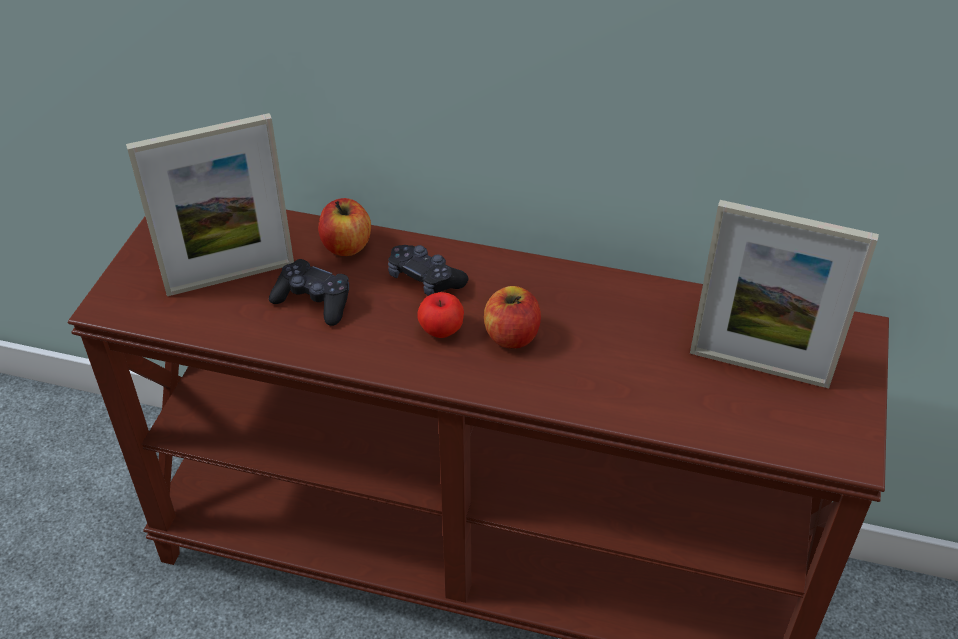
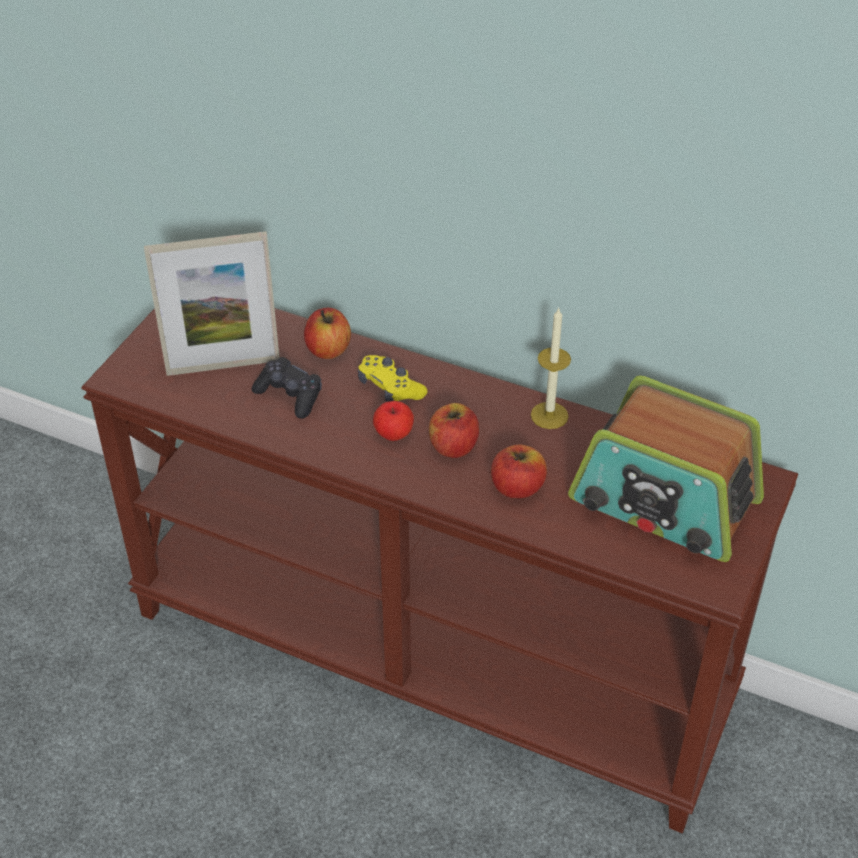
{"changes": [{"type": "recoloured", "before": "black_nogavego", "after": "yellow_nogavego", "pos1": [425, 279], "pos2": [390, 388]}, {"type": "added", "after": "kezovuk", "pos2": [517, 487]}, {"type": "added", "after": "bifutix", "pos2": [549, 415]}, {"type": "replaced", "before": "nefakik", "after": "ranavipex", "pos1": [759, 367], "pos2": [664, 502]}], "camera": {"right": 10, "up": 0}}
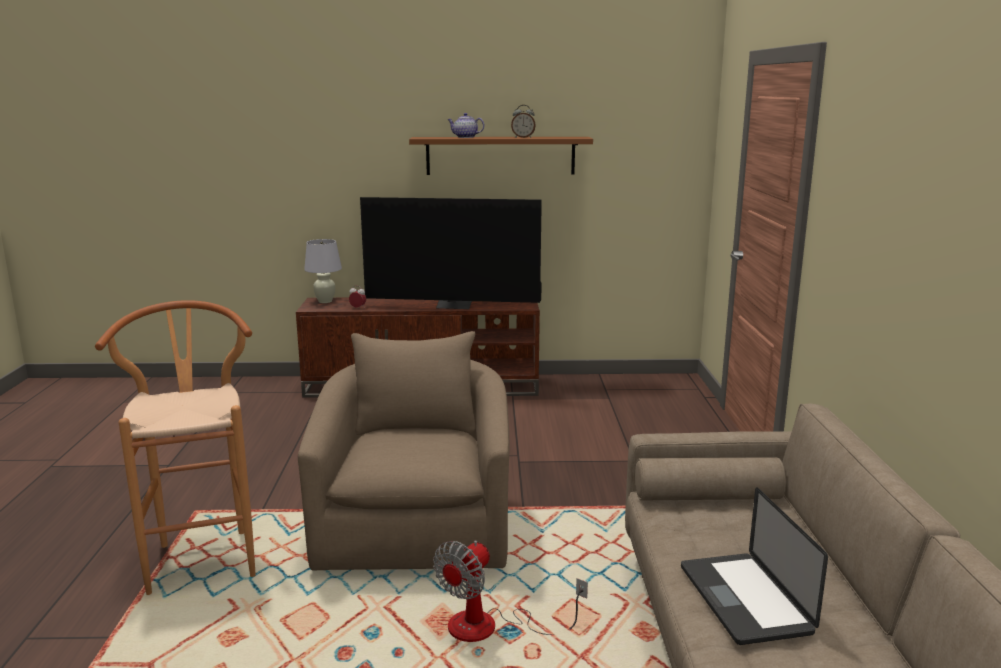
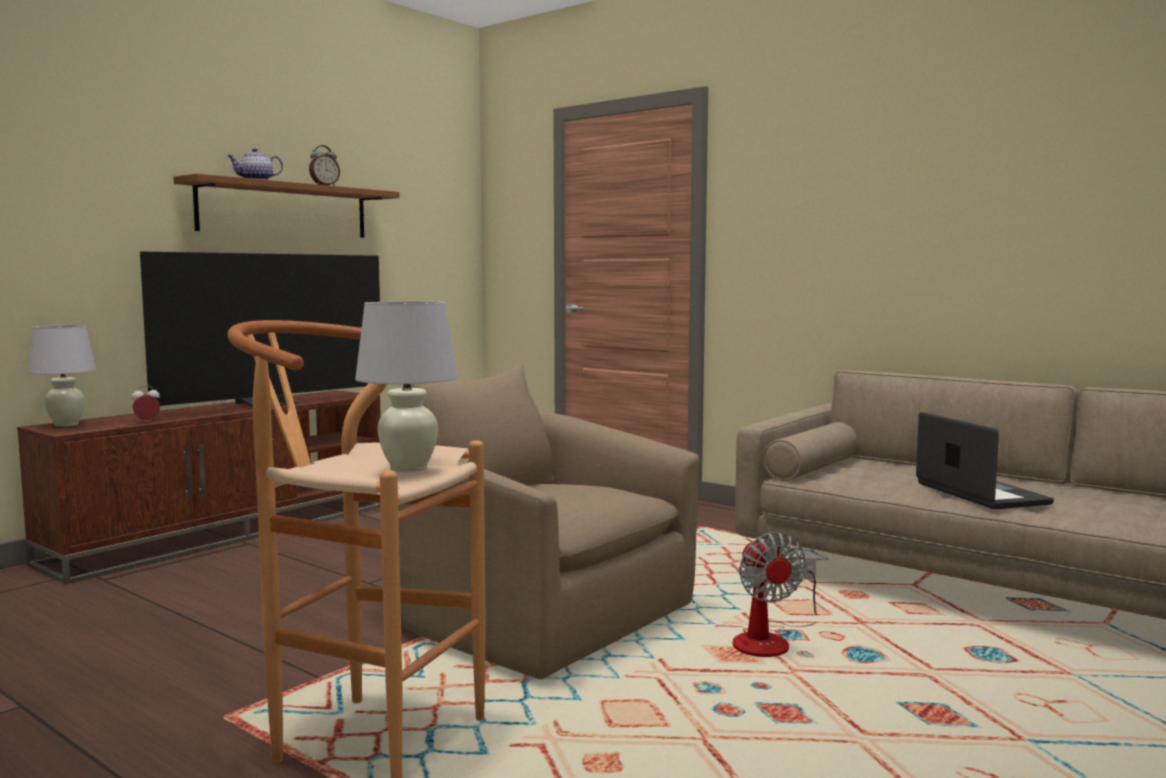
{"changes": [{"type": "added", "after": "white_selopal", "pos2": [409, 468]}, {"type": "turned", "before": "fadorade", "pos1": [744, 599], "pos2": [981, 494], "turn": -135}], "camera": {"right": -50, "up": -10}}
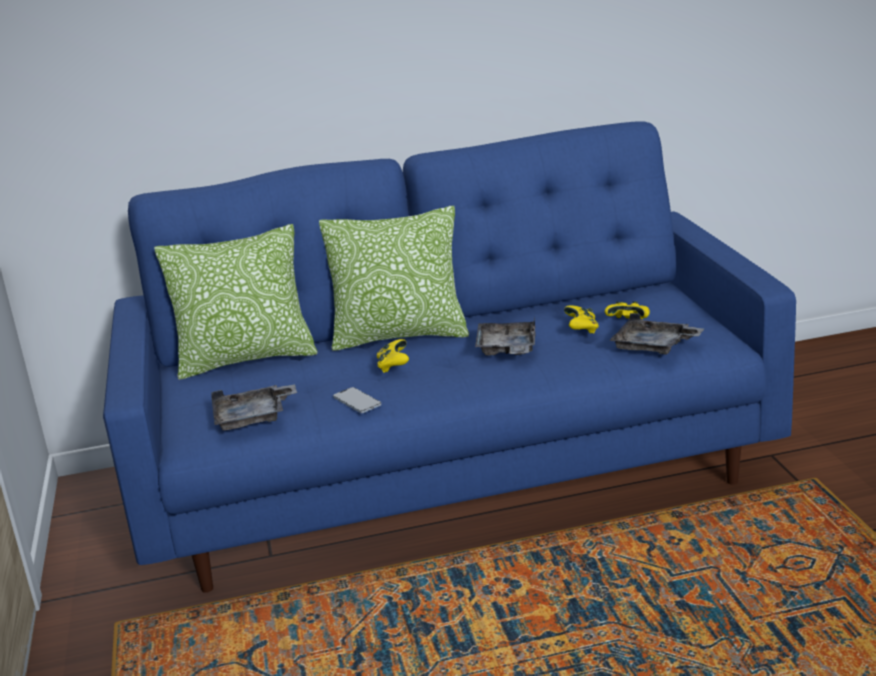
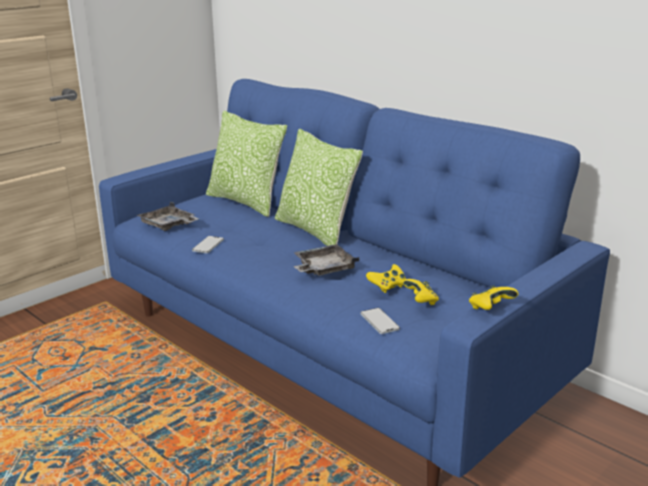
{"changes": [{"type": "replaced", "before": "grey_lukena", "after": "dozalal", "pos1": [653, 347], "pos2": [379, 322]}, {"type": "moved", "before": "yellow_nogavego", "pos1": [393, 366], "pos2": [490, 308]}], "camera": {"right": 55, "up": 0}}
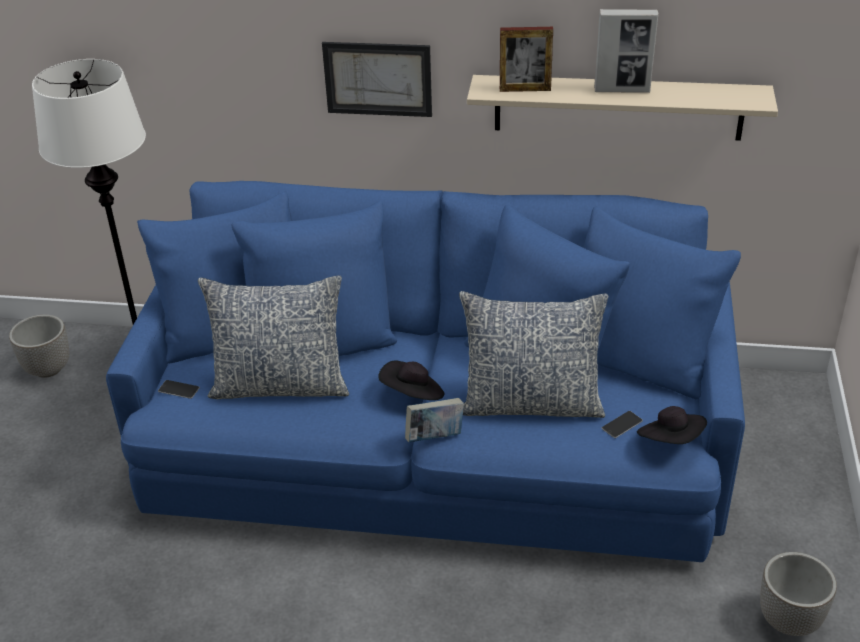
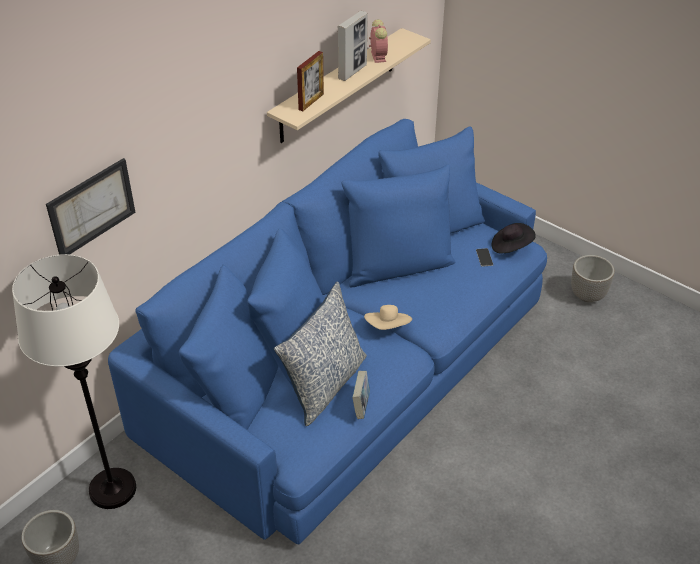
{"changes": [{"type": "moved", "before": "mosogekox", "pos1": [378, 79], "pos2": [91, 207]}, {"type": "moved", "before": "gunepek", "pos1": [435, 437], "pos2": [361, 405]}, {"type": "recoloured", "before": "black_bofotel", "after": "beige_bofotel", "pos1": [413, 395], "pos2": [388, 327]}, {"type": "added", "after": "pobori", "pos2": [377, 56]}, {"type": "removed", "before": "dozalal", "pos1": [178, 389]}, {"type": "removed", "before": "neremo", "pos1": [531, 403]}], "camera": {"right": -60, "up": 5}}
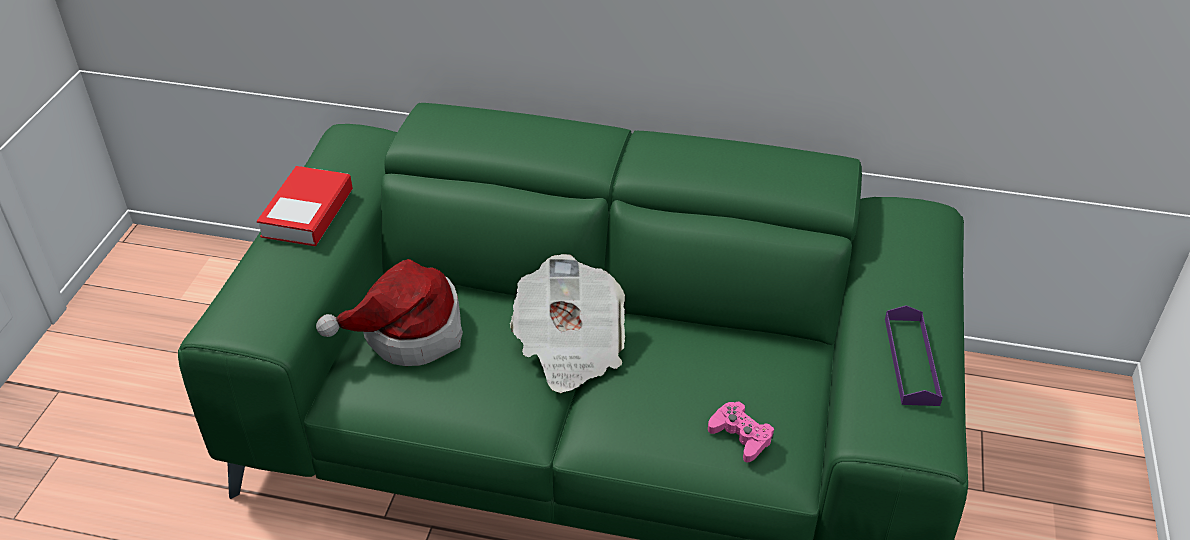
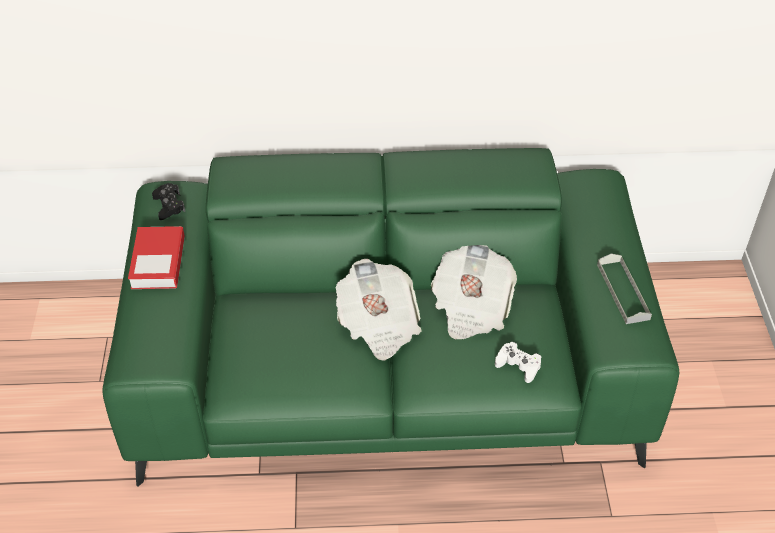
{"changes": [{"type": "added", "after": "black_nogavego", "pos2": [169, 205]}, {"type": "added", "after": "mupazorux", "pos2": [471, 307]}, {"type": "recoloured", "before": "pink_nogavego", "after": "white_nogavego", "pos1": [741, 436], "pos2": [518, 365]}, {"type": "recoloured", "before": "purple_lukena", "after": "grey_lukena", "pos1": [911, 361], "pos2": [623, 291]}, {"type": "removed", "before": "bofotel", "pos1": [407, 333]}], "camera": {"right": -15, "up": 5}}
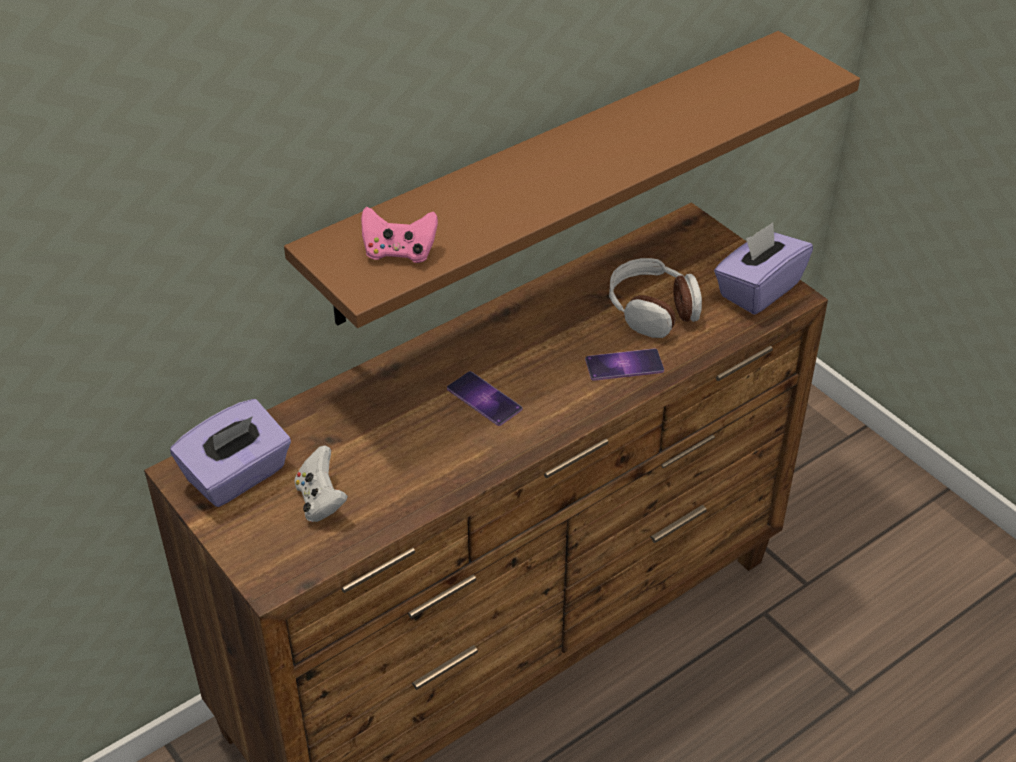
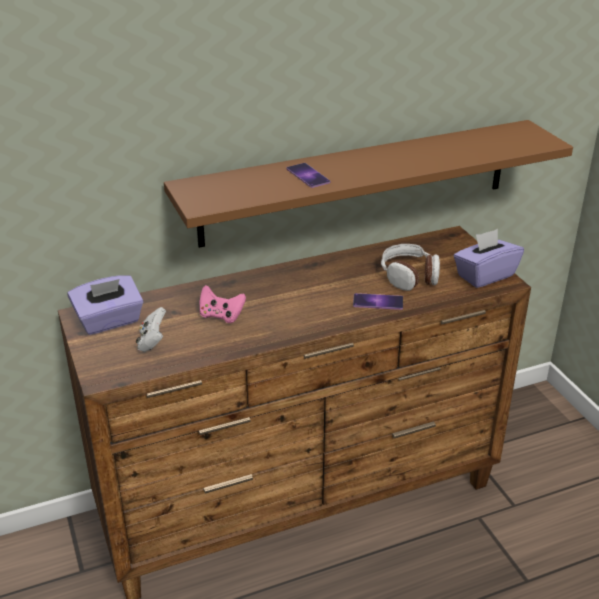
{"changes": [{"type": "moved", "before": "pink_nogavego", "pos1": [399, 252], "pos2": [221, 316]}, {"type": "moved", "before": "dozalal", "pos1": [484, 399], "pos2": [308, 175]}], "camera": {"right": 15, "up": -10}}
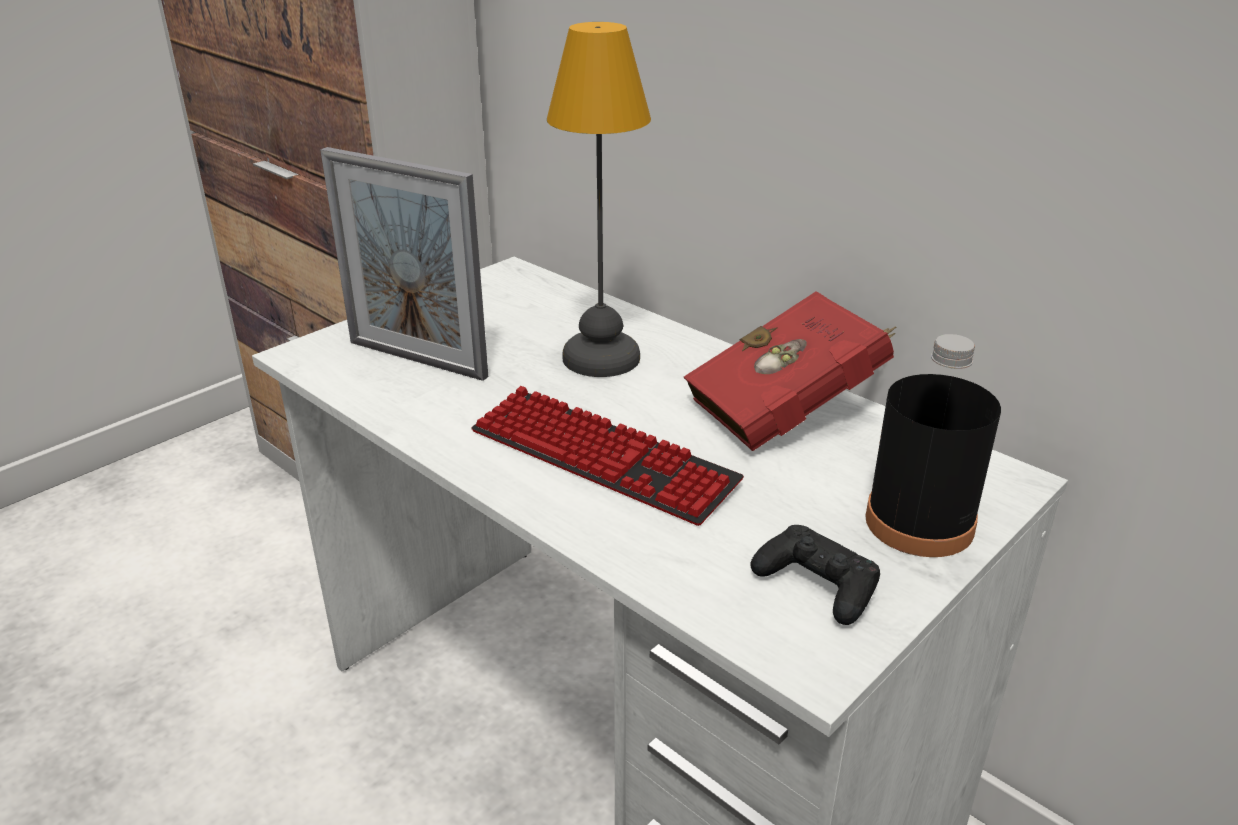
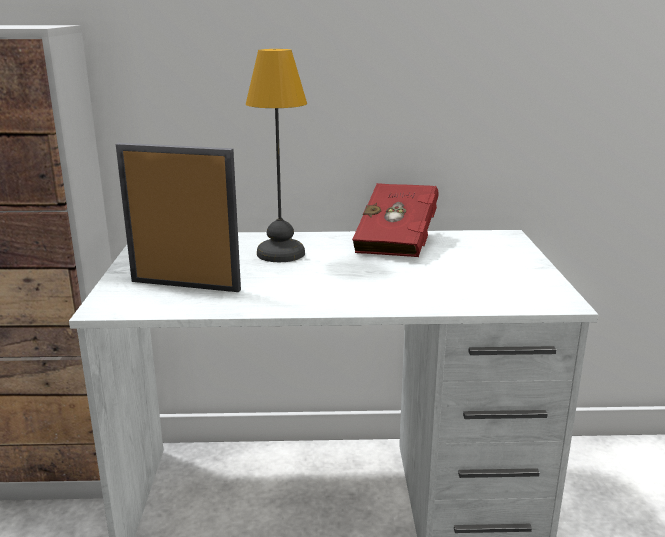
{"changes": [{"type": "turned", "before": "nefakik", "pos1": [417, 359], "pos2": [185, 285], "turn": -150}, {"type": "removed", "before": "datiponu", "pos1": [601, 458]}, {"type": "removed", "before": "black_nogavego", "pos1": [817, 584]}, {"type": "removed", "before": "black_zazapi", "pos1": [919, 523]}], "camera": {"right": -45, "up": -10}}
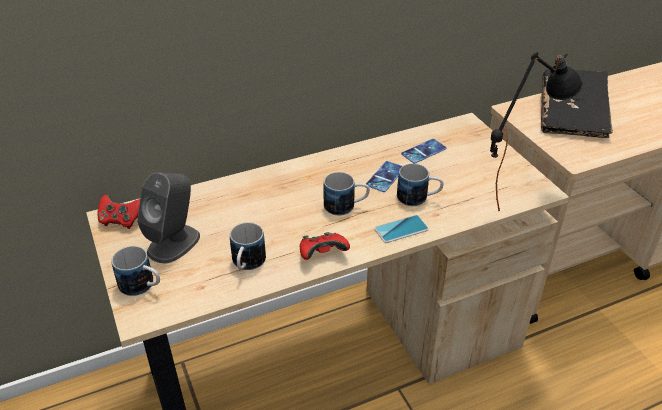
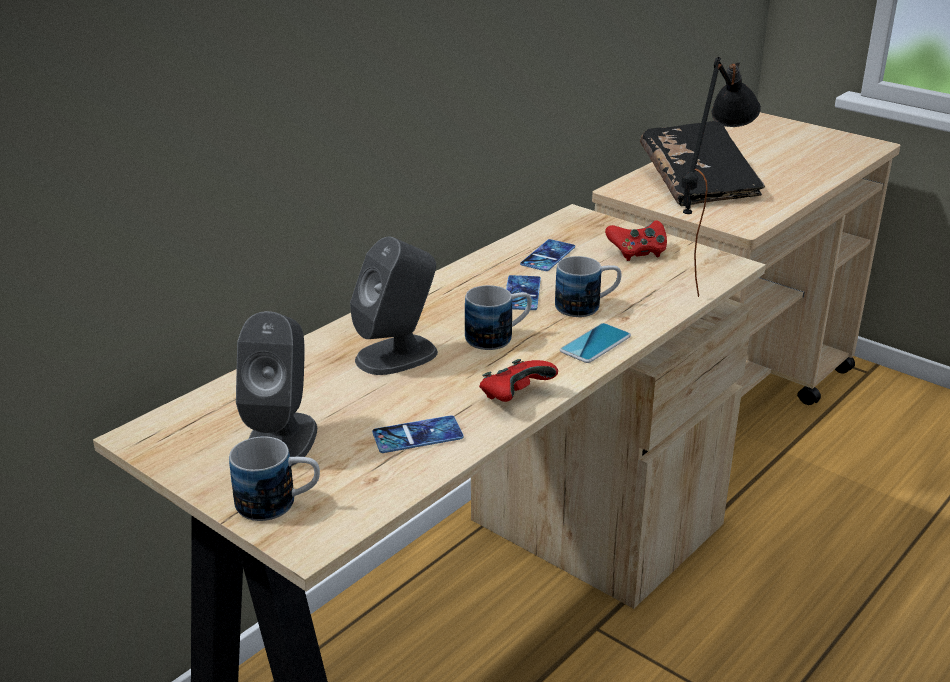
{"changes": [{"type": "added", "after": "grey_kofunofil", "pos2": [397, 355]}, {"type": "replaced", "before": "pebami", "after": "dozalal", "pos1": [247, 264], "pos2": [417, 435]}, {"type": "moved", "before": "red_nogavego", "pos1": [121, 220], "pos2": [637, 253]}], "camera": {"right": -25, "up": -10}}
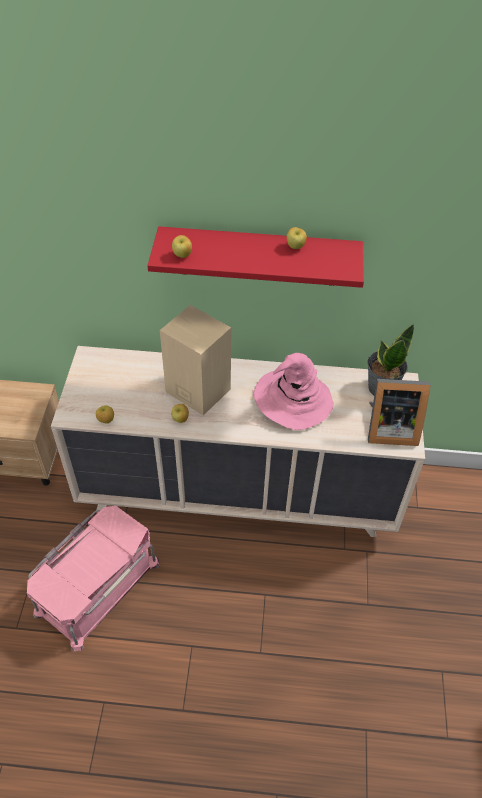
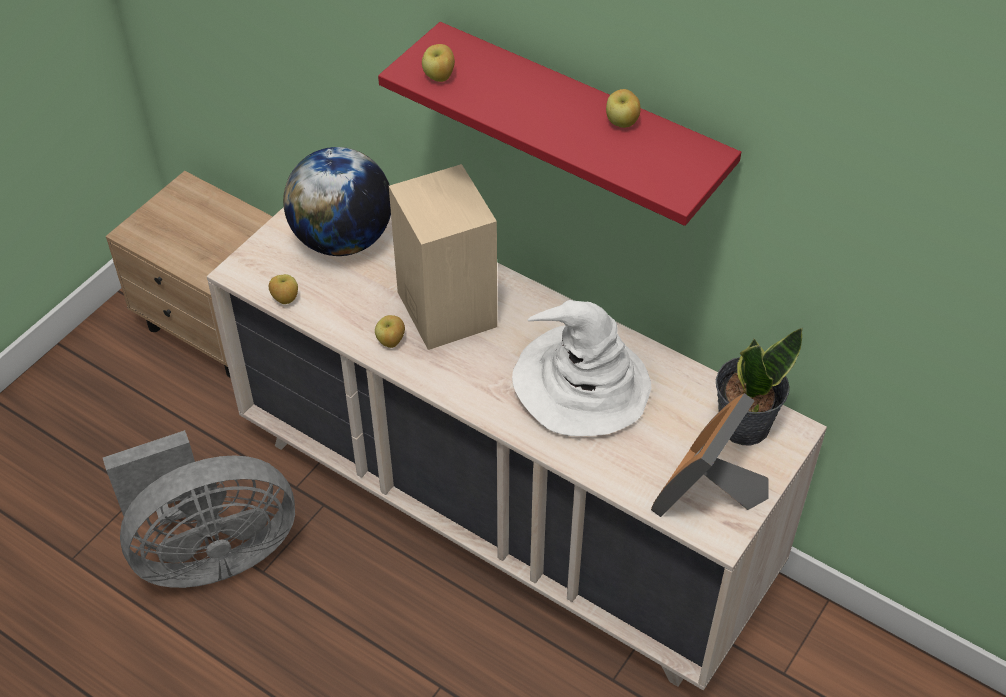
{"changes": [{"type": "replaced", "before": "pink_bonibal", "after": "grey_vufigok", "pos1": [97, 585], "pos2": [210, 553]}, {"type": "added", "after": "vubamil", "pos2": [343, 239]}, {"type": "recoloured", "before": "pink_bofotel", "after": "white_bofotel", "pos1": [292, 400], "pos2": [580, 383]}, {"type": "turned", "before": "nefakik", "pos1": [389, 429], "pos2": [707, 494], "turn": 90}], "camera": {"right": 30, "up": 0}}
